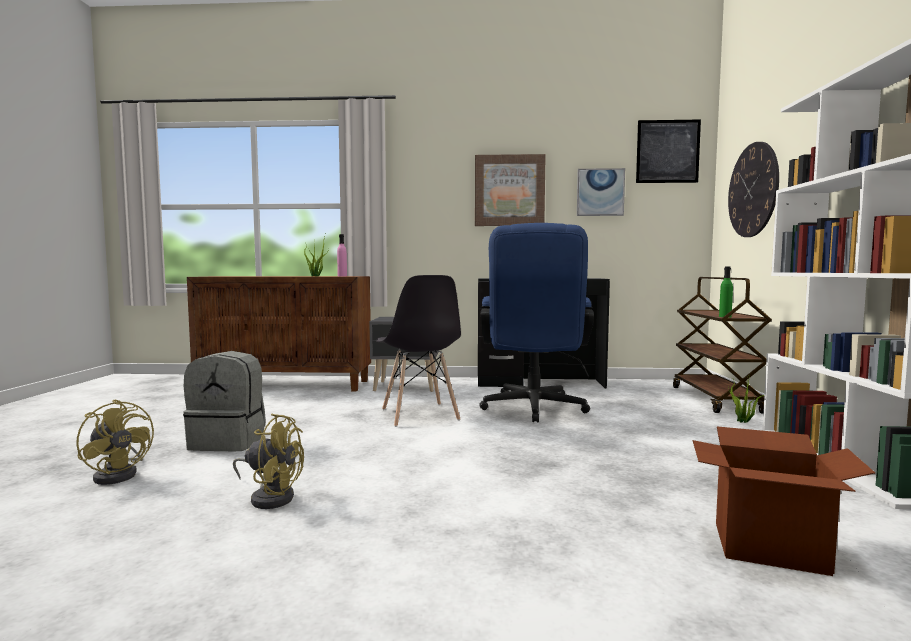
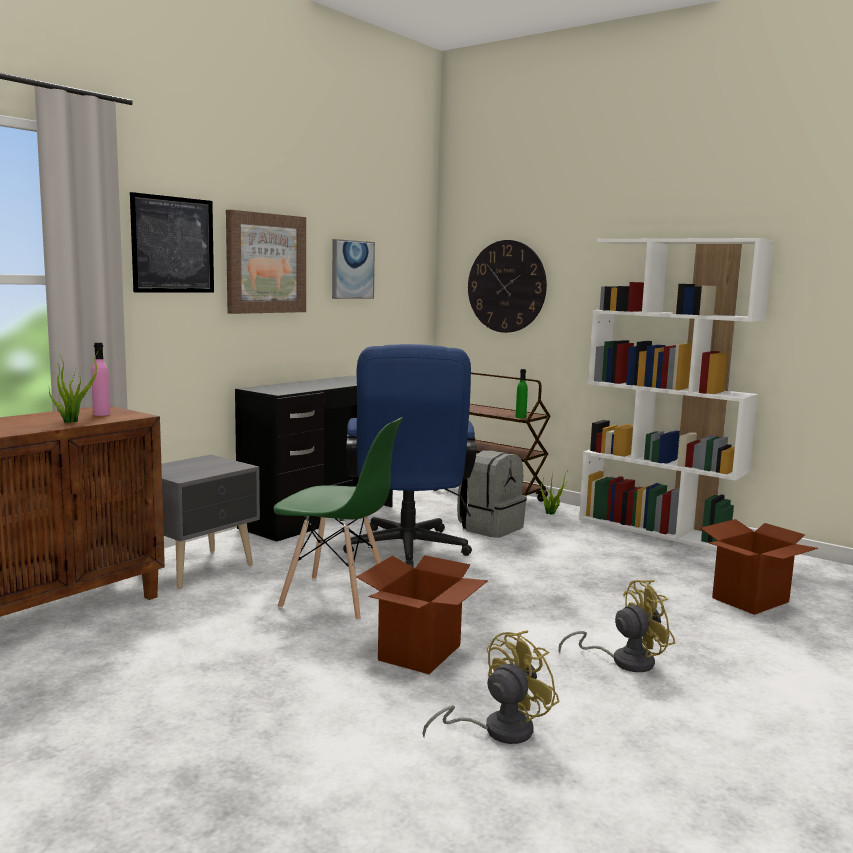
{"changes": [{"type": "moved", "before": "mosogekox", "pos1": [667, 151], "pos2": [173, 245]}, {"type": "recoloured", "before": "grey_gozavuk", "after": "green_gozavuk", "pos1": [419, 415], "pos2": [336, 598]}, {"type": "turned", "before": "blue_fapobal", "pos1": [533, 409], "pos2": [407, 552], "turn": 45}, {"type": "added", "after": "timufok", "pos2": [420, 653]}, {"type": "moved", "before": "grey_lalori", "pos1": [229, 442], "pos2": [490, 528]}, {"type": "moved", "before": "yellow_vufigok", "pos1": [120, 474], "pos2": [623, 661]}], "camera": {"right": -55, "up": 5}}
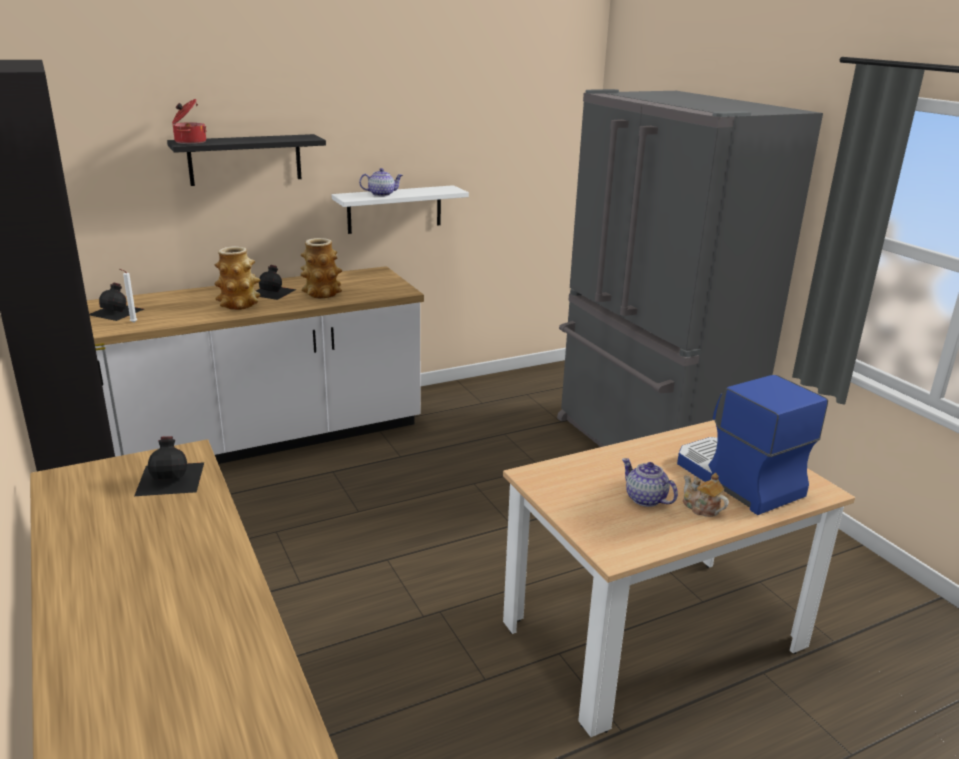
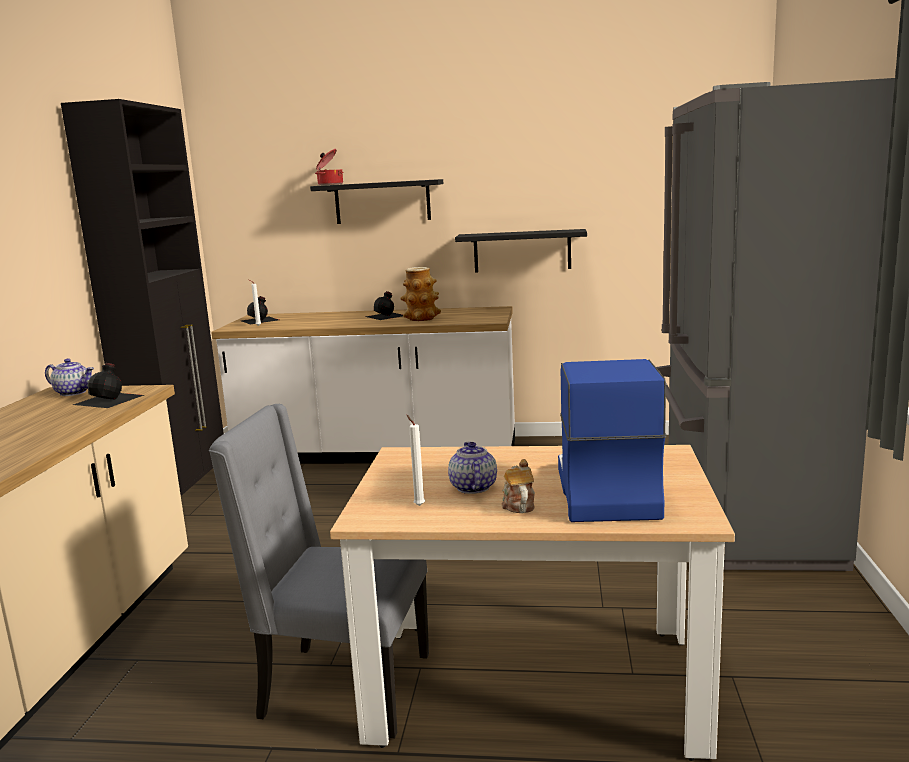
{"changes": [{"type": "moved", "before": "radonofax", "pos1": [381, 194], "pos2": [74, 392]}, {"type": "added", "after": "grey_gozavuk", "pos2": [342, 688]}, {"type": "added", "after": "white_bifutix", "pos2": [418, 505]}, {"type": "recoloured", "before": "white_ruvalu", "after": "black_ruvalu", "pos1": [394, 209], "pos2": [522, 251]}, {"type": "removed", "before": "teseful", "pos1": [239, 304]}], "camera": {"right": 35, "up": -10}}
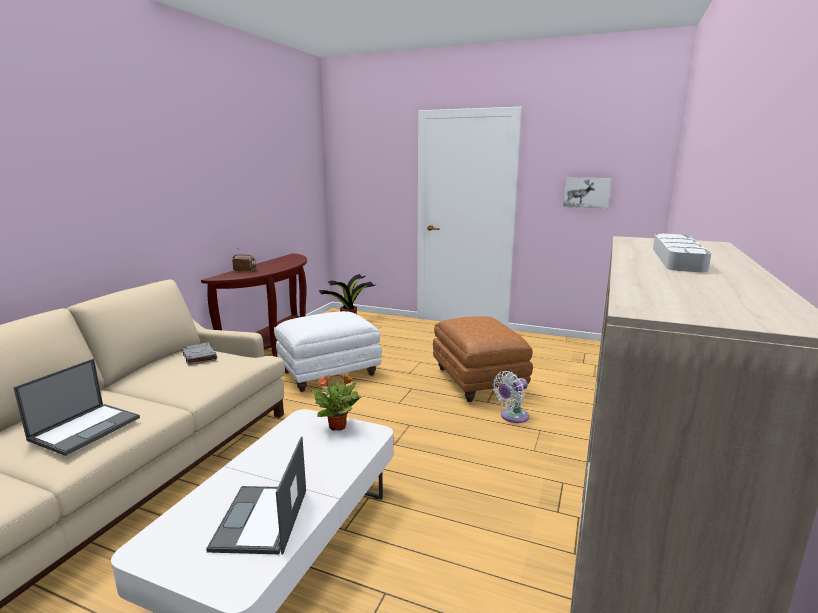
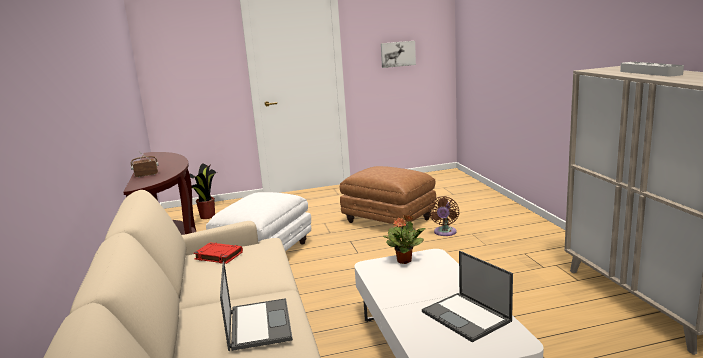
{"changes": [{"type": "recoloured", "before": "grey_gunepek", "after": "red_gunepek", "pos1": [199, 356], "pos2": [218, 256]}, {"type": "recoloured", "before": "white_vufigok", "after": "brown_vufigok", "pos1": [512, 417], "pos2": [444, 233]}], "camera": {"right": -35, "up": 0}}
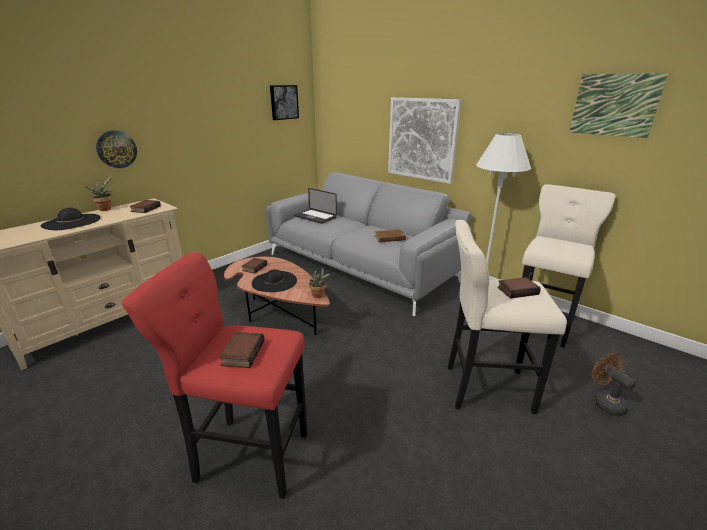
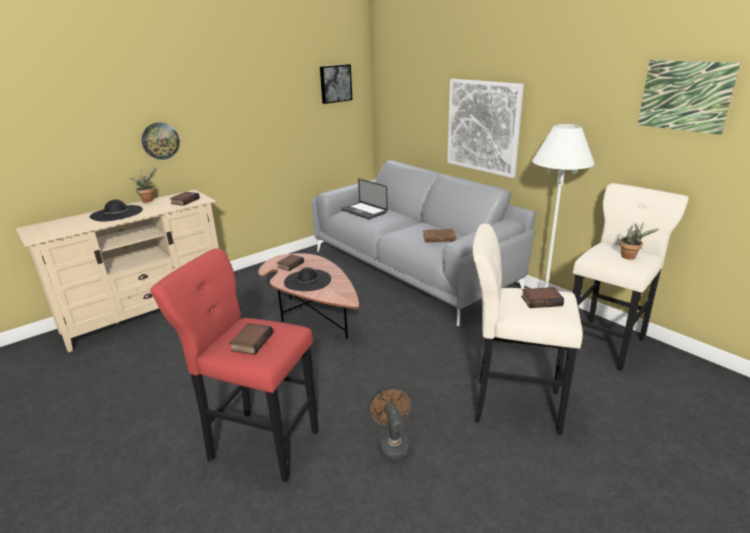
{"changes": [{"type": "moved", "before": "brown_vufigok", "pos1": [605, 402], "pos2": [393, 444]}, {"type": "moved", "before": "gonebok", "pos1": [319, 295], "pos2": [630, 257]}], "camera": {"right": 10, "up": 0}}
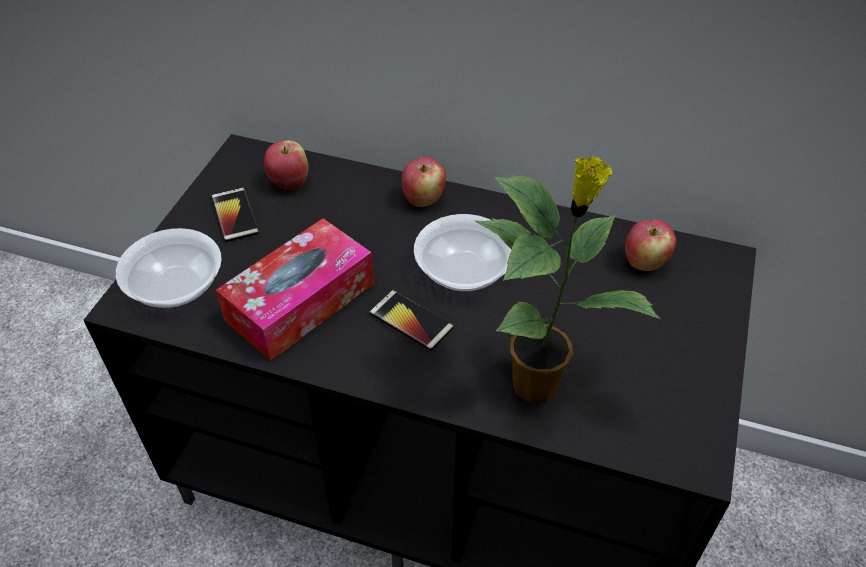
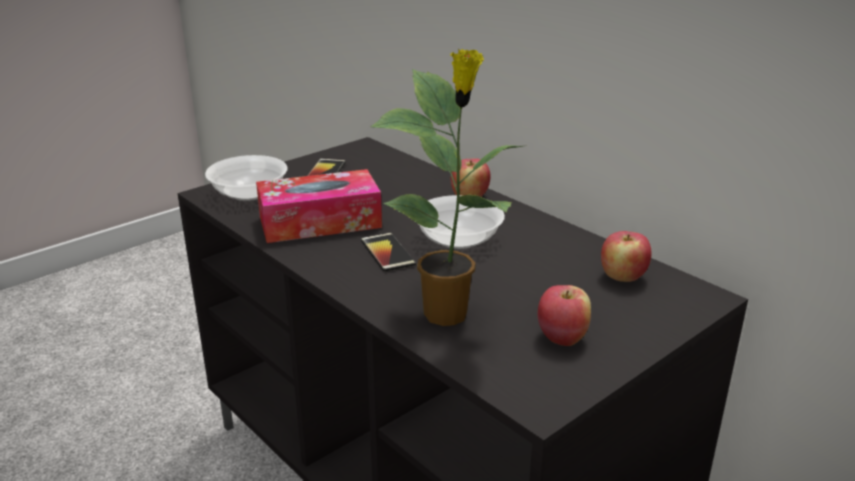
{"changes": [{"type": "moved", "before": "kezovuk", "pos1": [289, 182], "pos2": [562, 338]}], "camera": {"right": 30, "up": -20}}
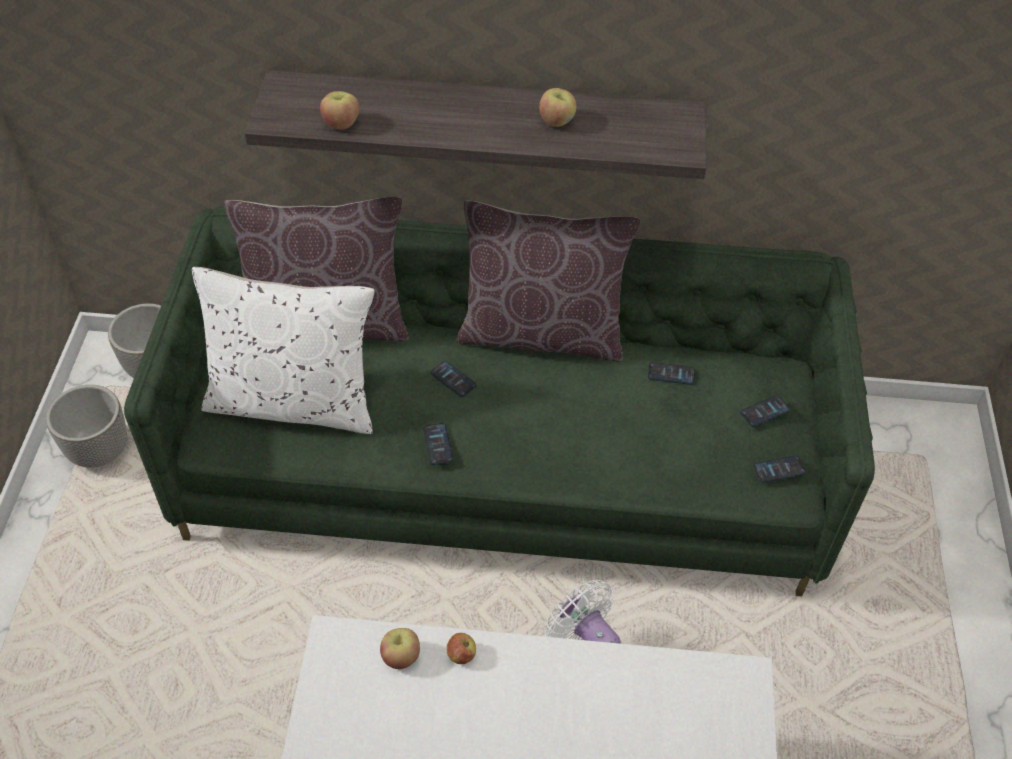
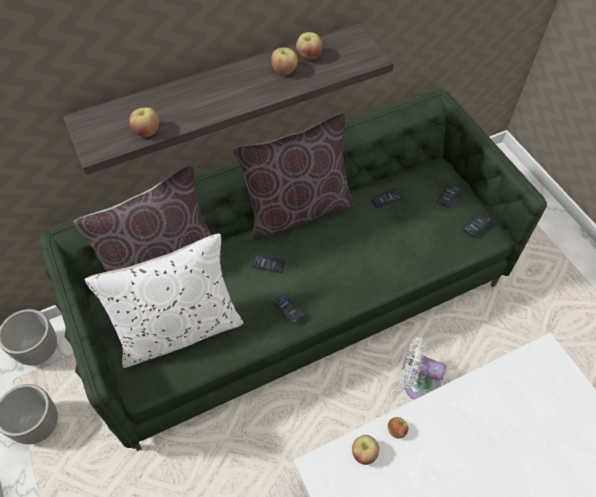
{"changes": [{"type": "added", "after": "kezovuk", "pos2": [308, 56]}], "camera": {"right": -30, "up": 5}}
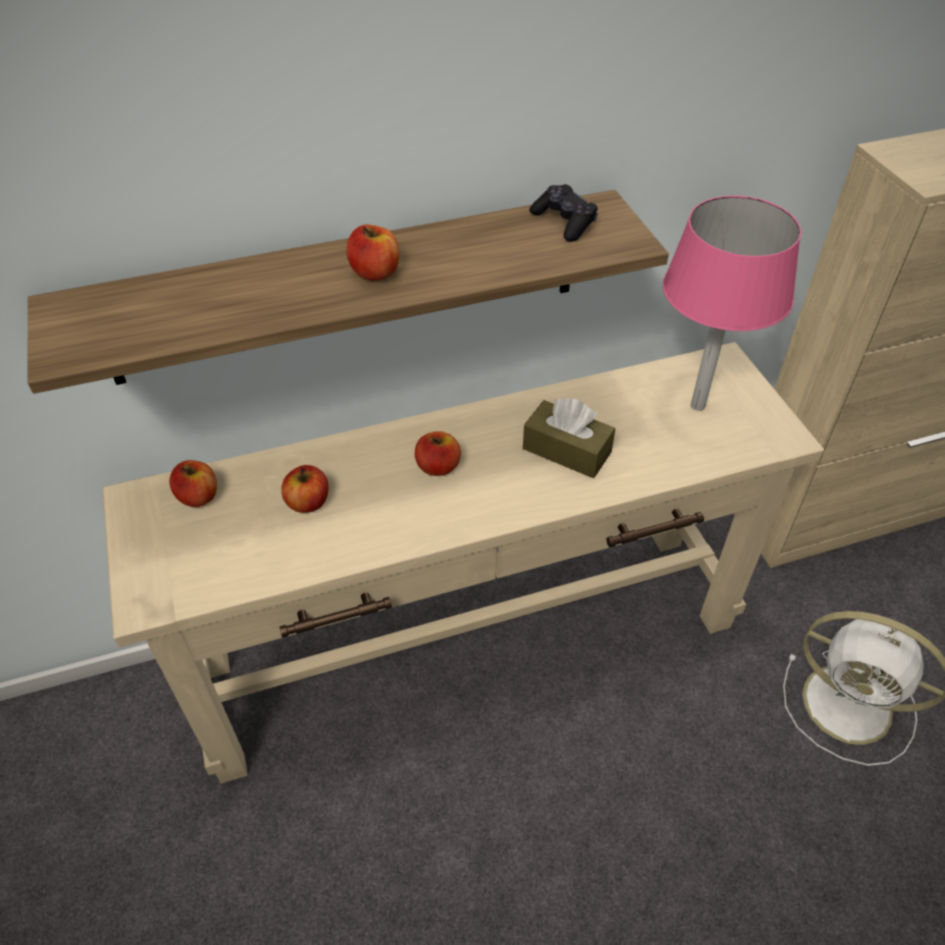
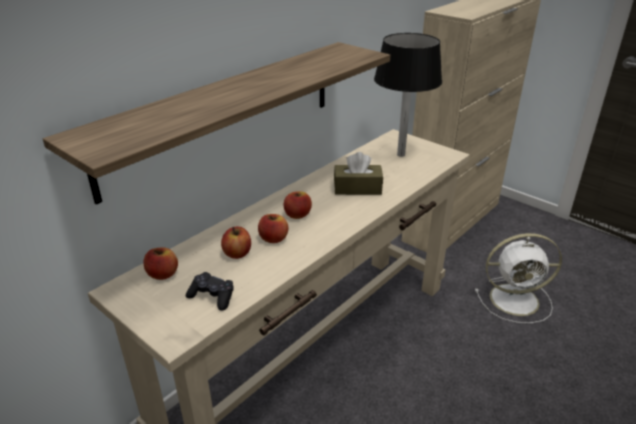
{"changes": [{"type": "moved", "before": "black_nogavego", "pos1": [564, 222], "pos2": [212, 296]}, {"type": "moved", "before": "kezovuk", "pos1": [375, 272], "pos2": [273, 238]}, {"type": "recoloured", "before": "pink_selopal", "after": "black_selopal", "pos1": [698, 405], "pos2": [401, 154]}], "camera": {"right": -30, "up": -15}}
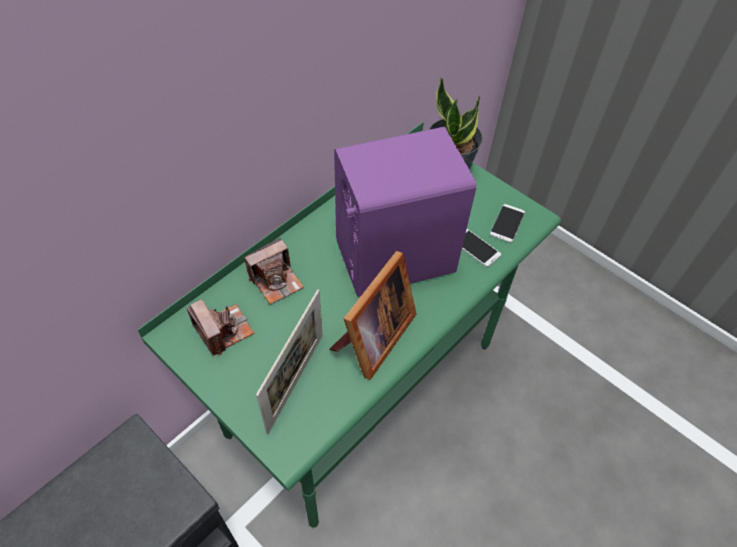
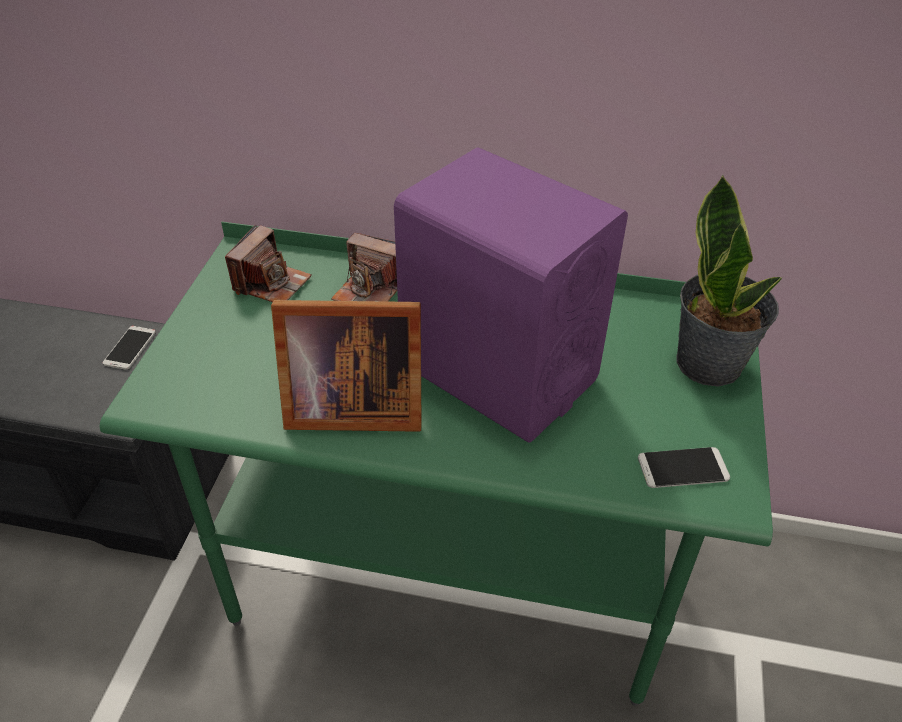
{"changes": [{"type": "moved", "before": "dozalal", "pos1": [476, 247], "pos2": [130, 348]}, {"type": "removed", "before": "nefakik", "pos1": [295, 382]}], "camera": {"right": 60, "up": -10}}
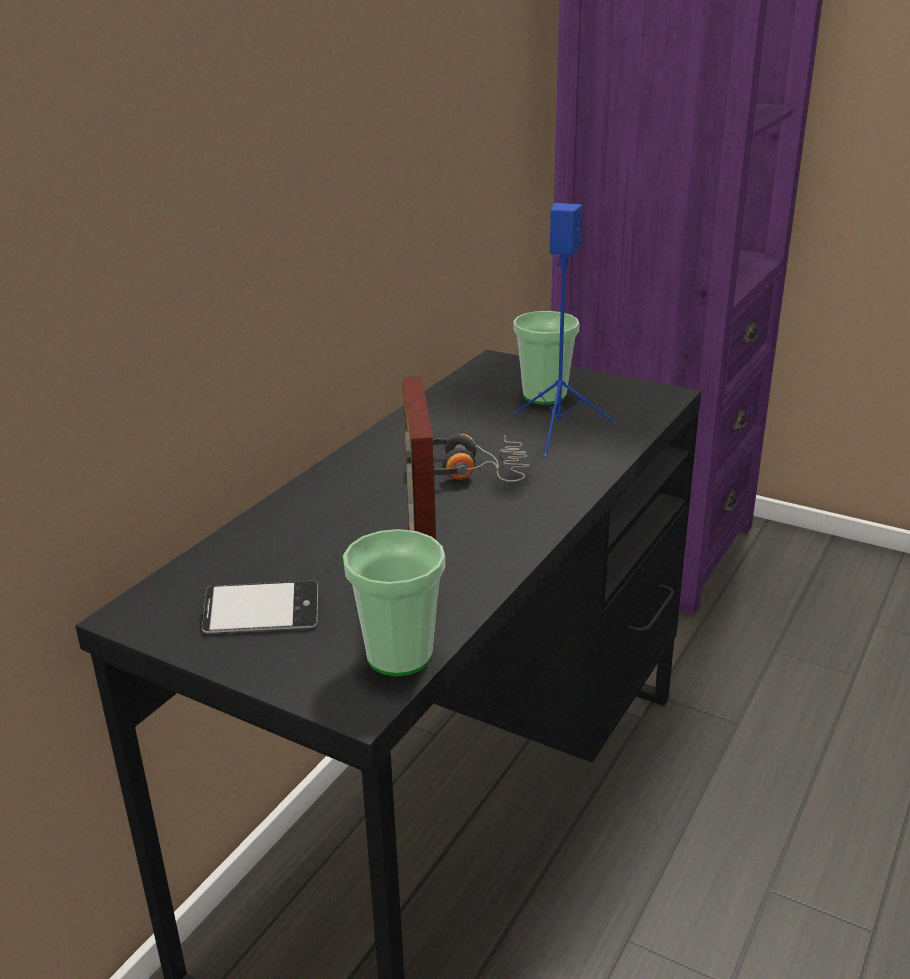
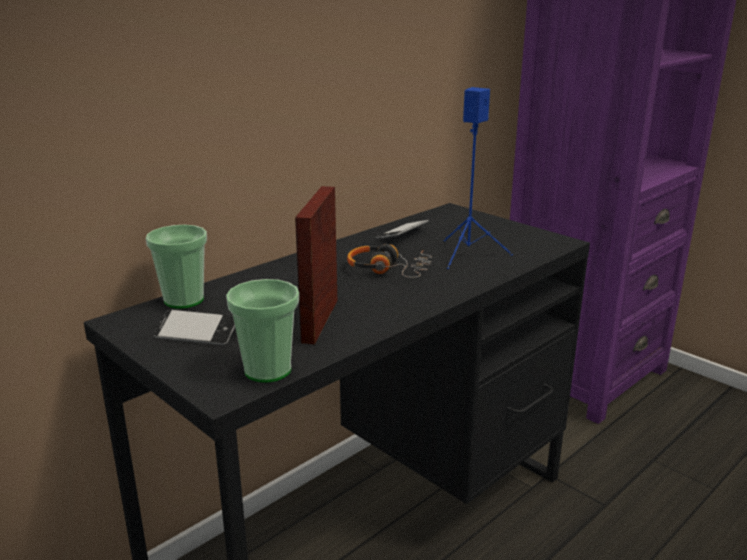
{"changes": [{"type": "moved", "before": "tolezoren", "pos1": [544, 396], "pos2": [184, 300]}, {"type": "added", "after": "dozalal", "pos2": [402, 234]}], "camera": {"right": 15, "up": -5}}
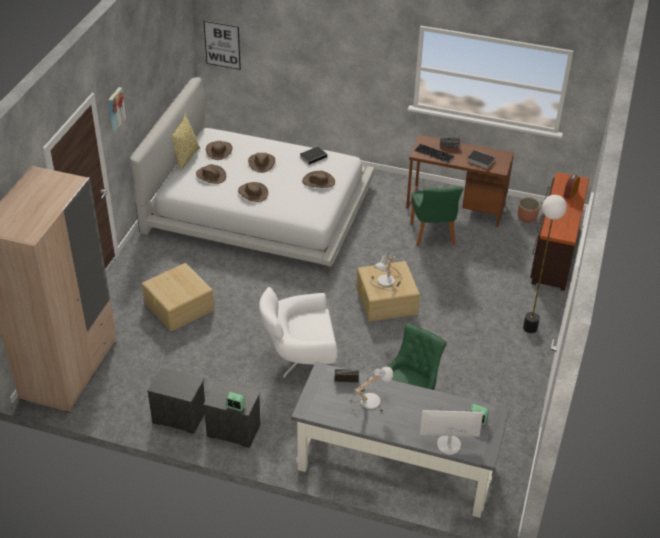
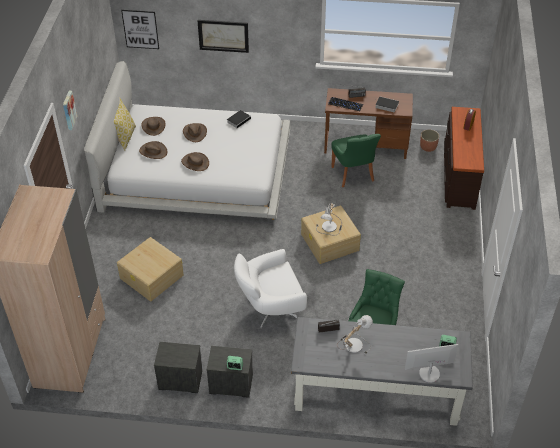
{"changes": [{"type": "added", "after": "mosogekox", "pos2": [223, 35]}, {"type": "removed", "before": "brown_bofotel", "pos1": [318, 181]}, {"type": "removed", "before": "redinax", "pos1": [529, 327]}], "camera": {"right": -10, "up": 5}}
